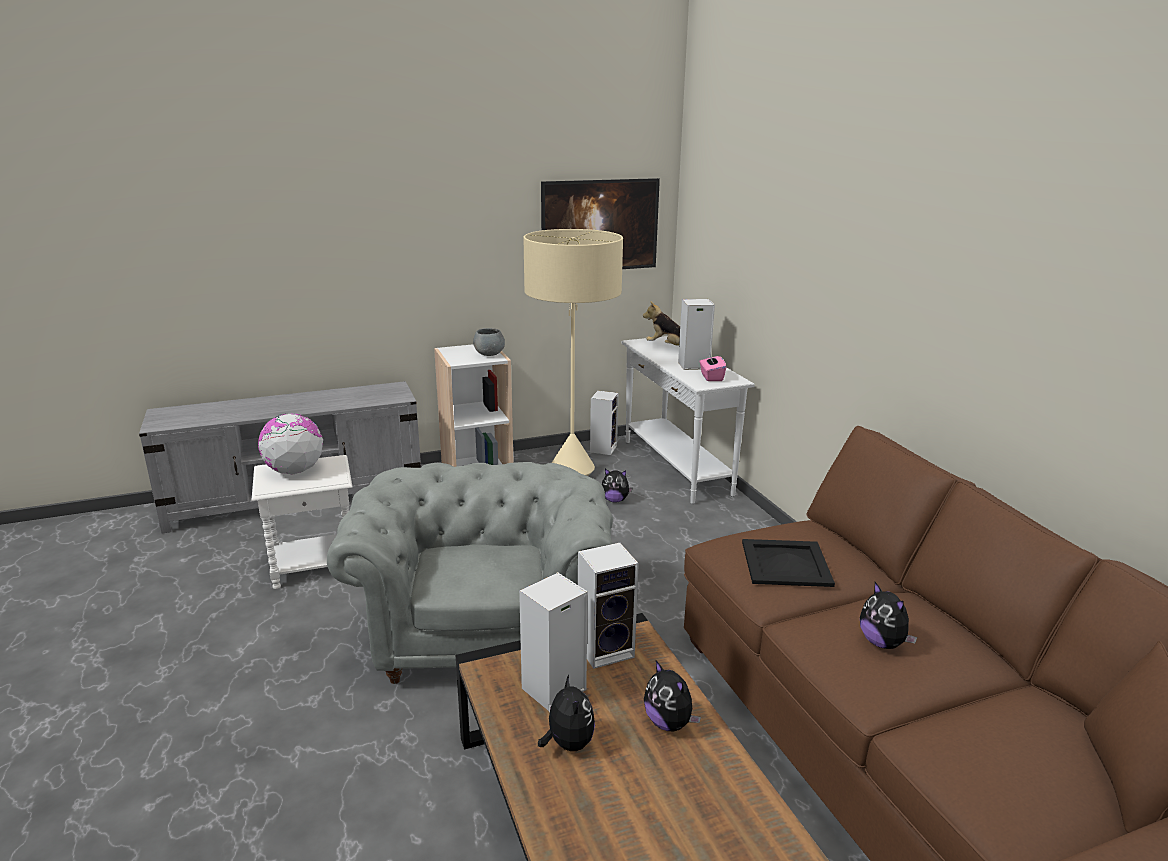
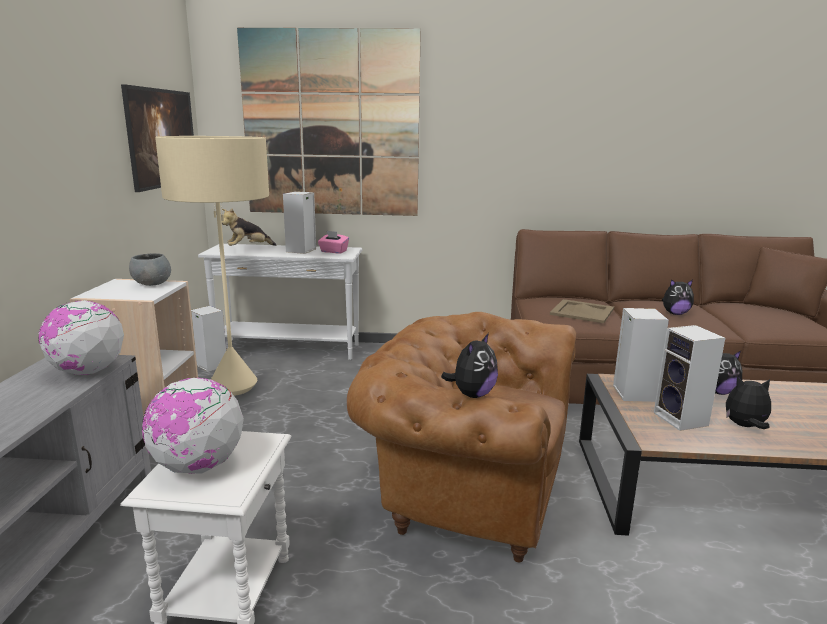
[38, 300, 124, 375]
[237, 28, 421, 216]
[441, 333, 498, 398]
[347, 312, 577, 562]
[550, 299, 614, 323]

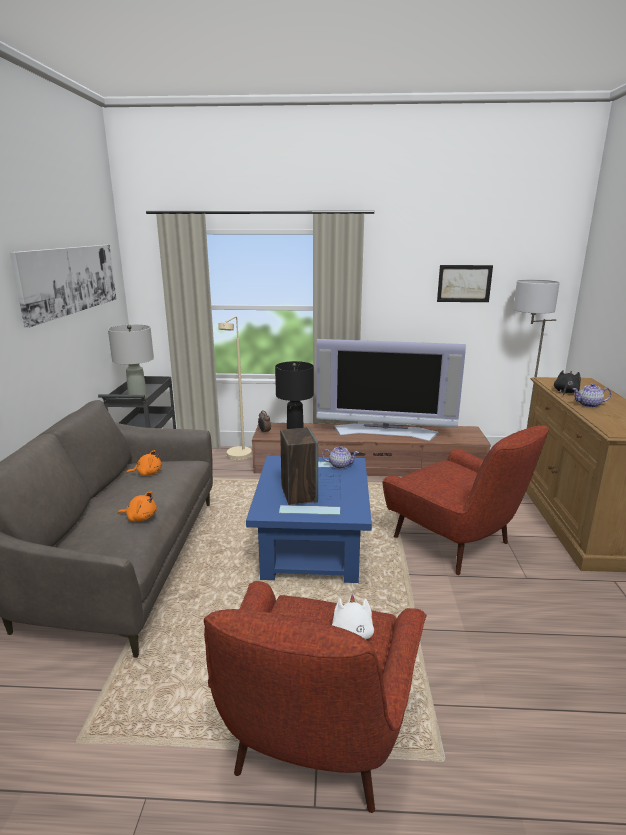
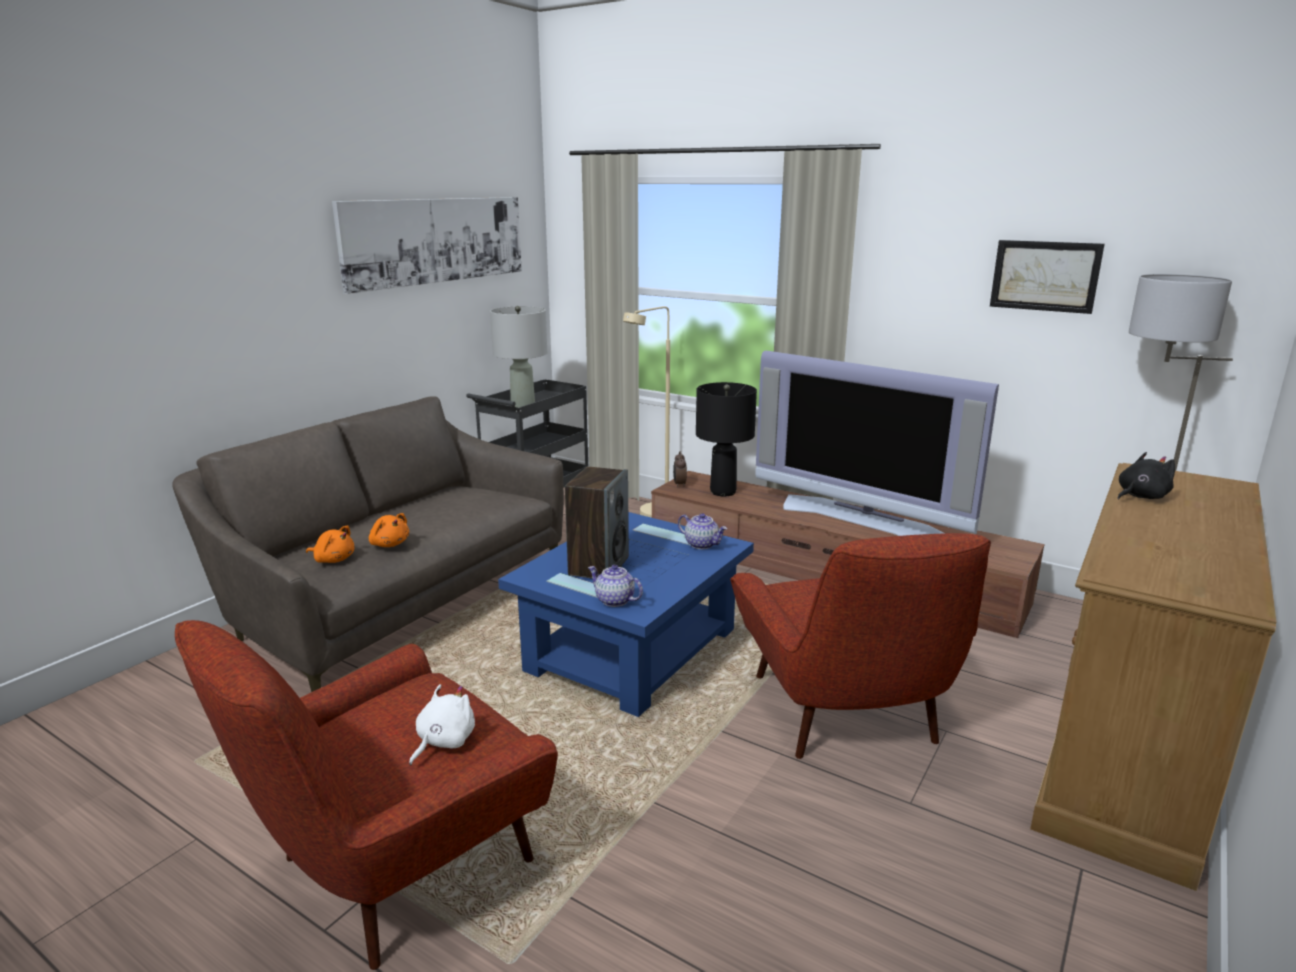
[306, 525, 354, 563]
[588, 565, 643, 607]

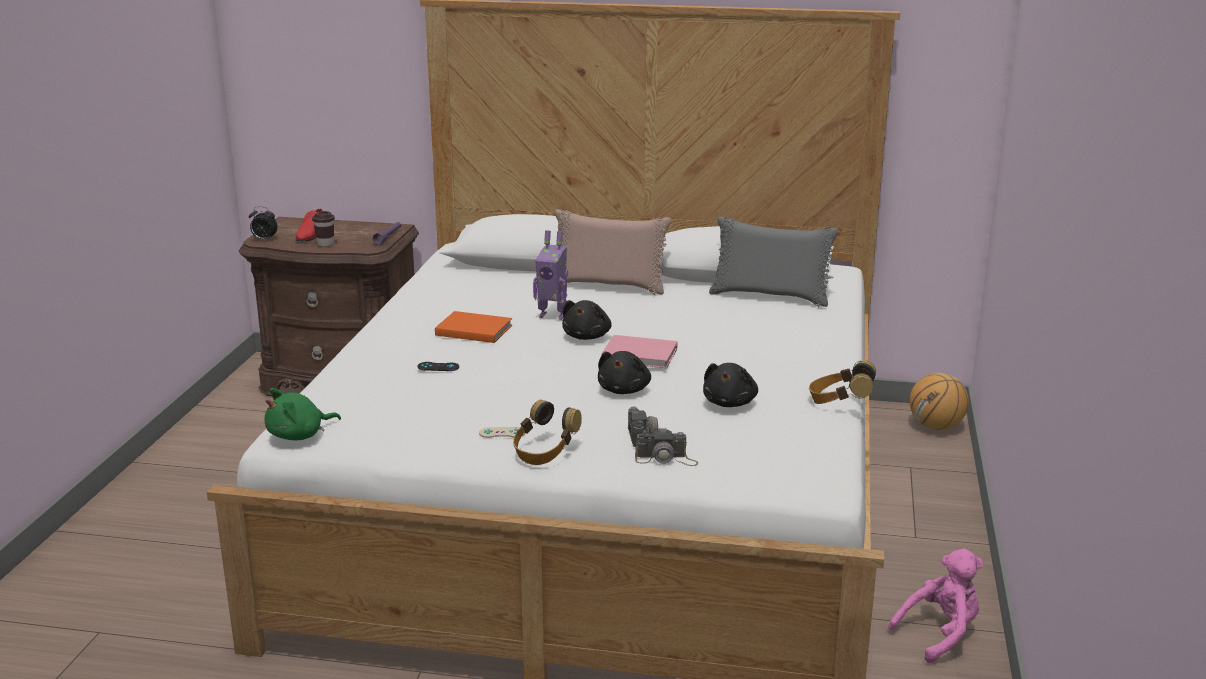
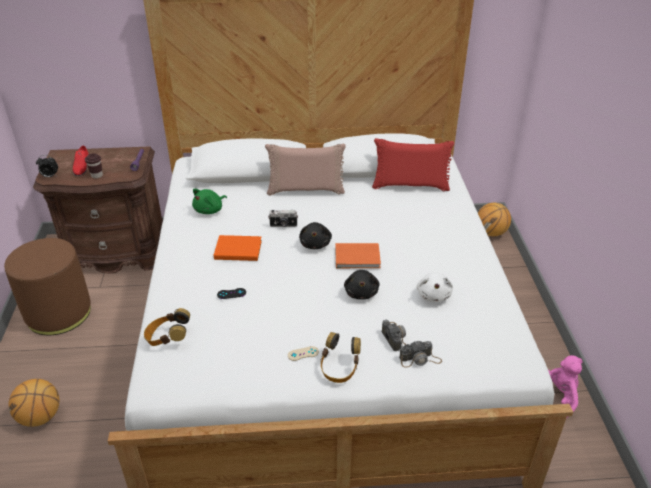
[4, 238, 91, 335]
[9, 379, 60, 427]
[192, 189, 227, 214]
[144, 308, 190, 346]
[268, 210, 298, 227]
[335, 243, 381, 268]
[417, 272, 453, 302]
[372, 138, 454, 192]

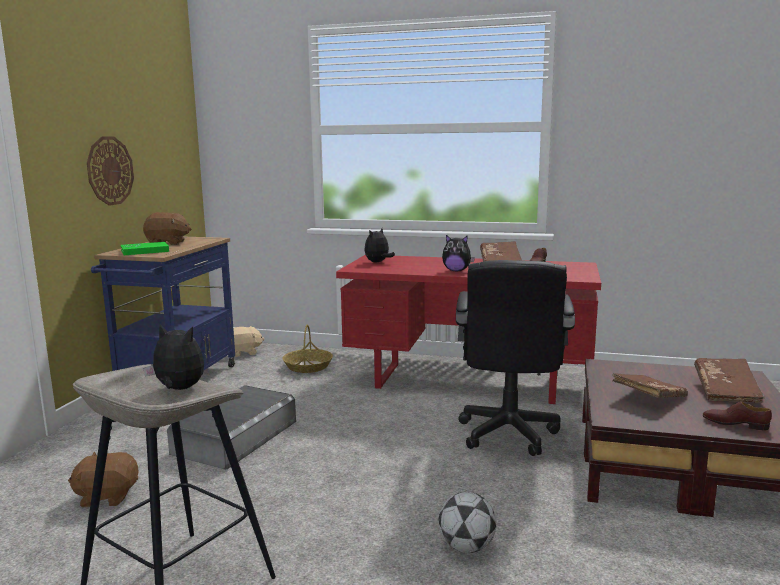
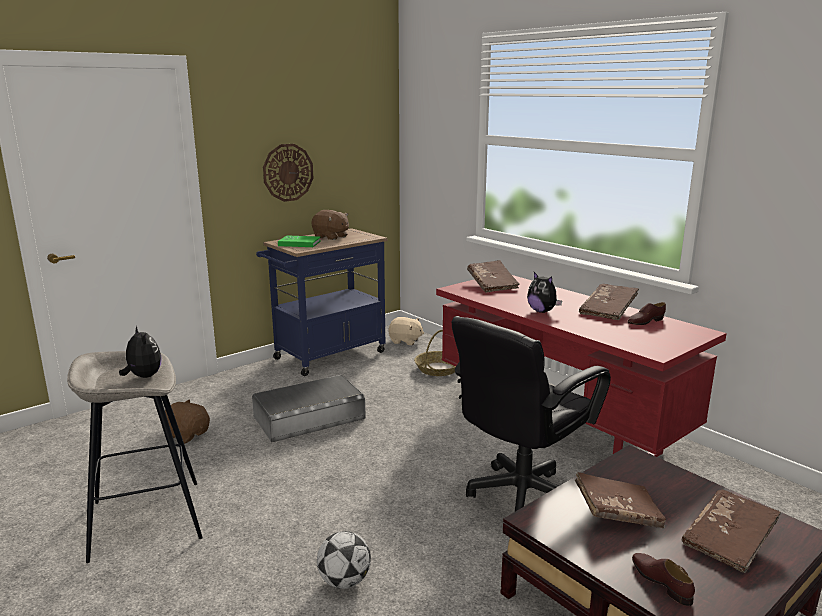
[467, 260, 520, 293]

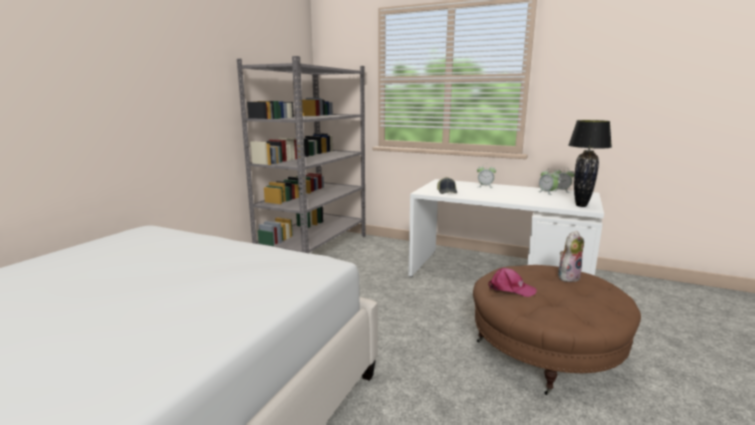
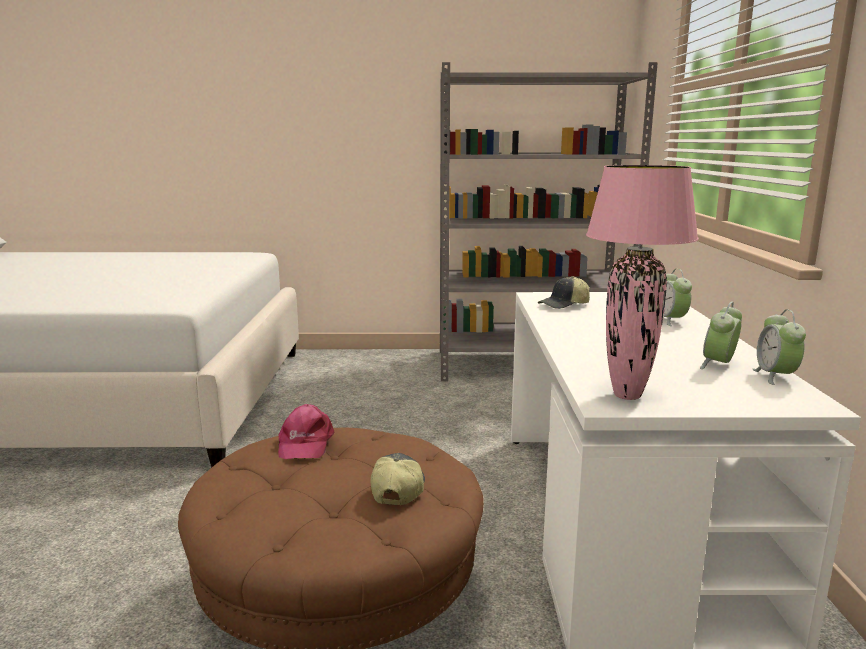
[370, 453, 425, 505]
[586, 165, 699, 400]

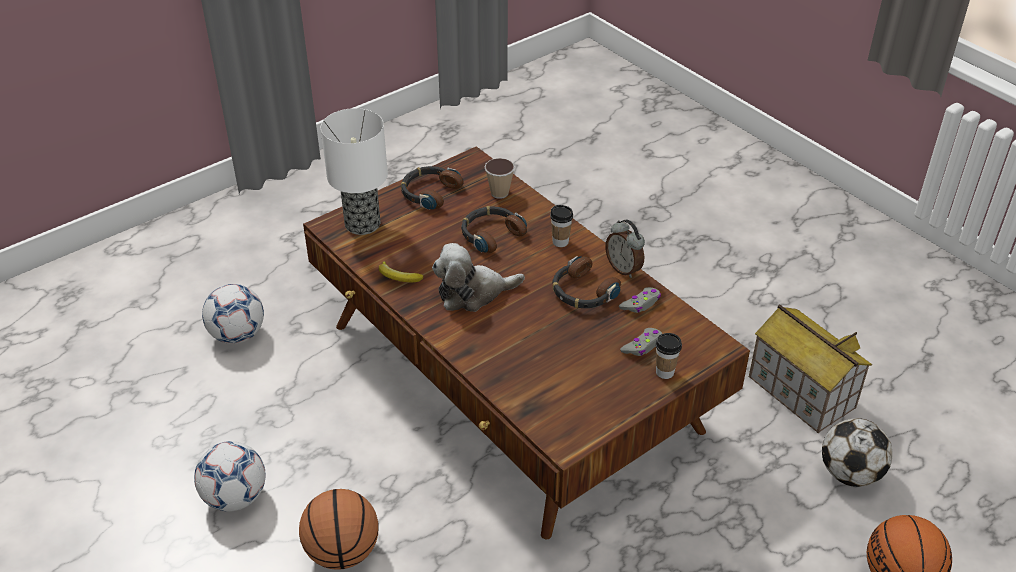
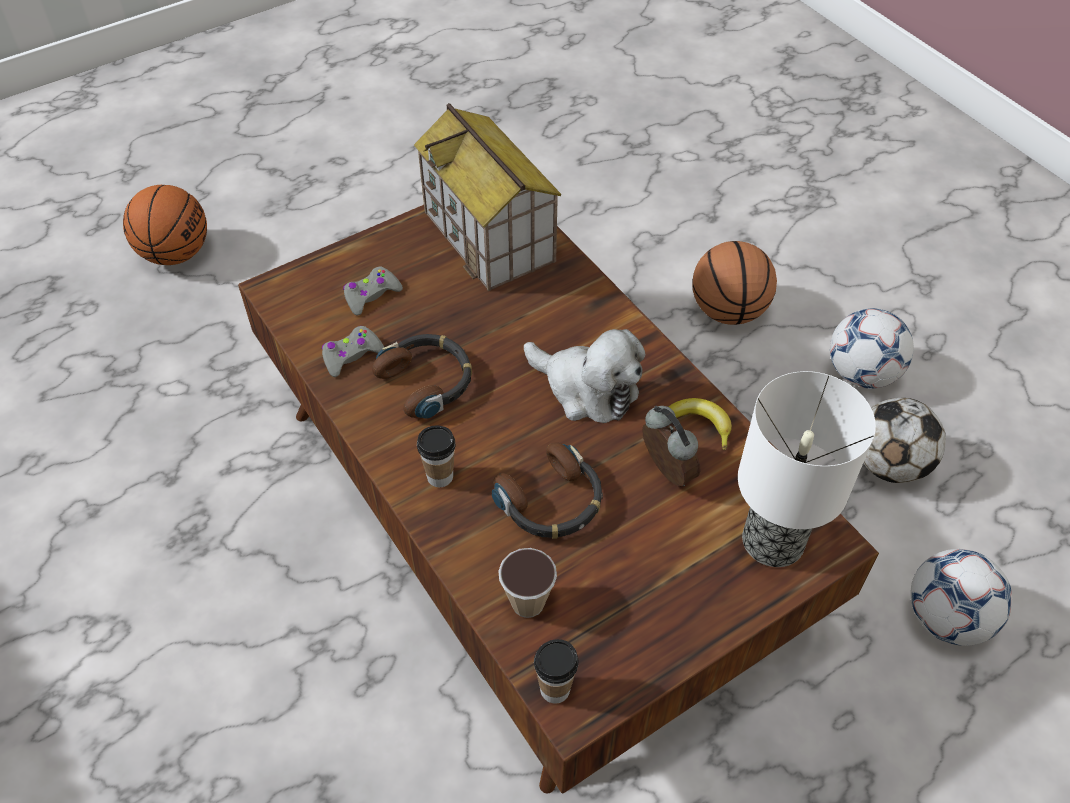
[401, 166, 464, 210] (first image)
[642, 406, 701, 487]
[534, 639, 578, 703]
[414, 103, 561, 291]
[864, 398, 946, 483]
[524, 329, 645, 423]

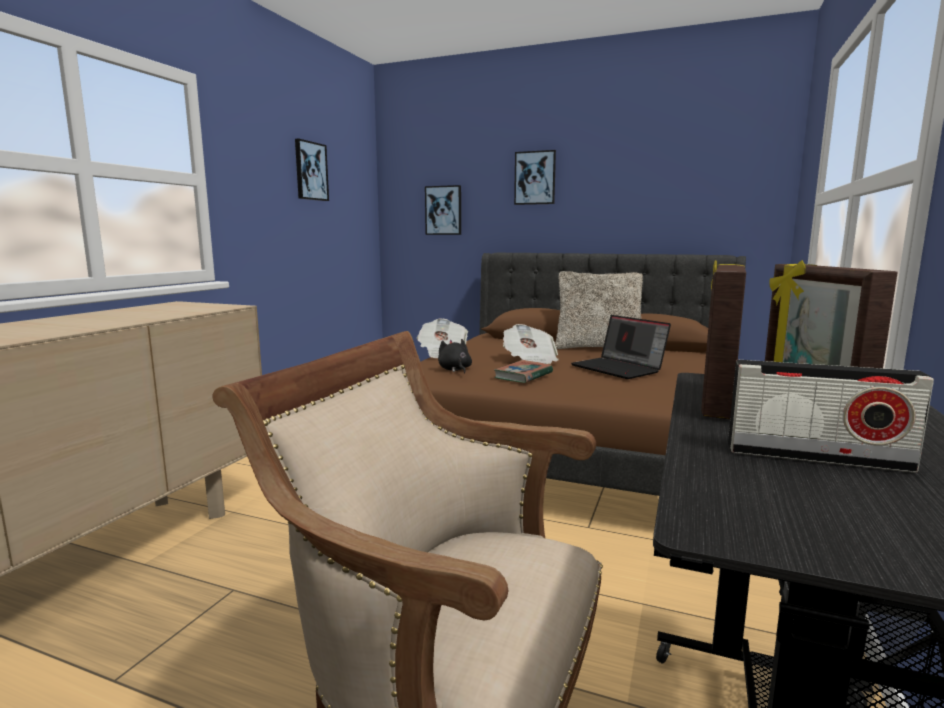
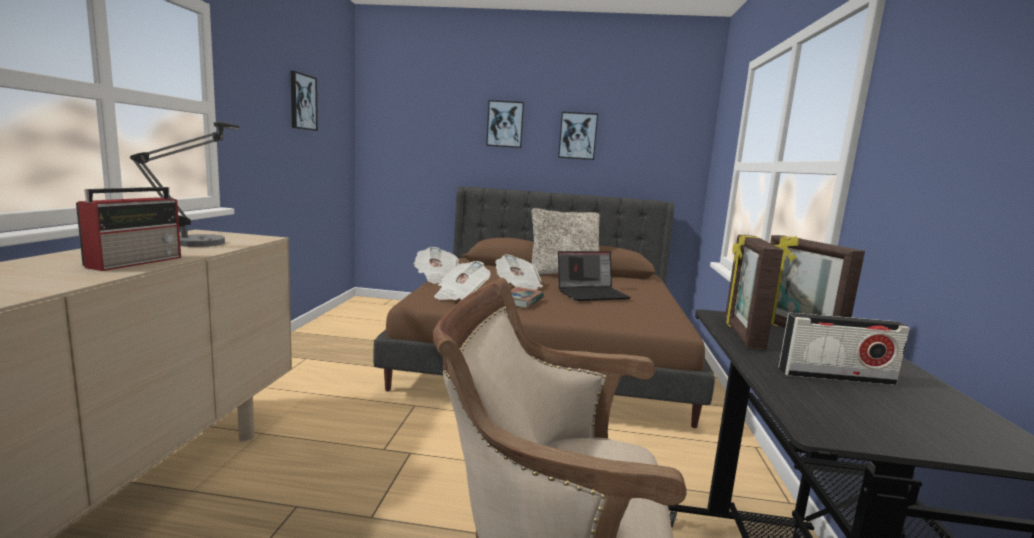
[76, 187, 181, 271]
[130, 121, 239, 247]
[558, 112, 598, 160]
[434, 261, 491, 300]
[558, 251, 631, 301]

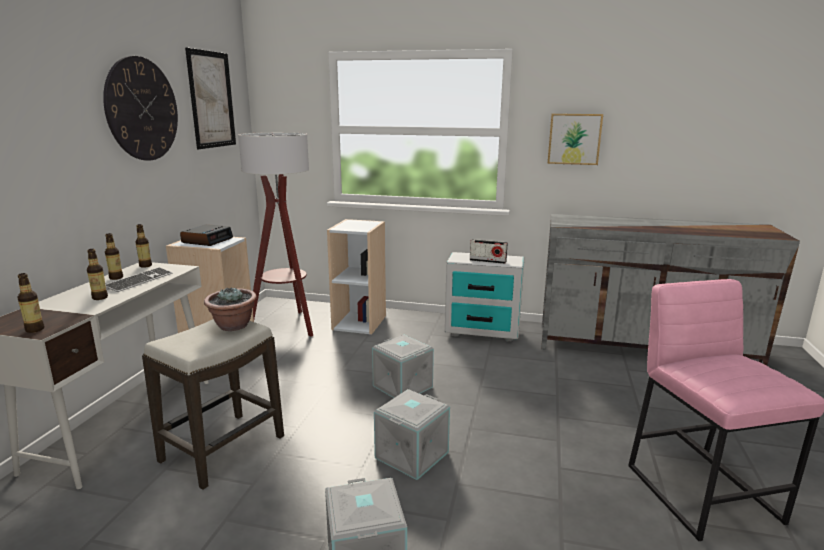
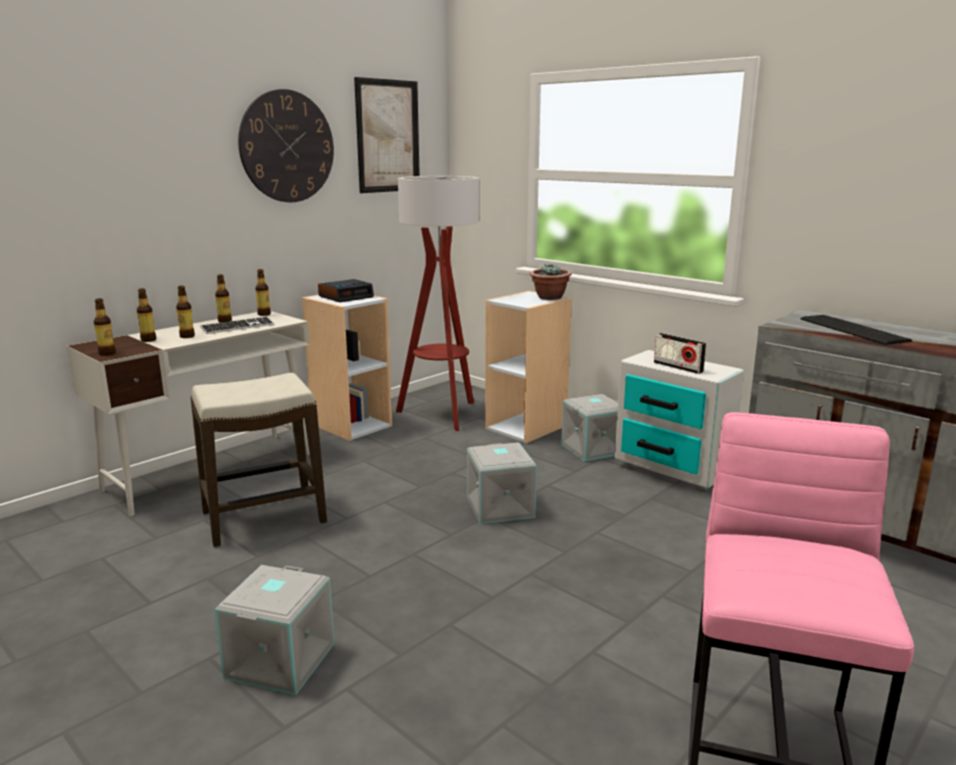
[548, 114, 603, 165] (first image)
[137, 288, 156, 342]
[801, 315, 912, 345]
[530, 264, 572, 300]
[561, 394, 618, 462]

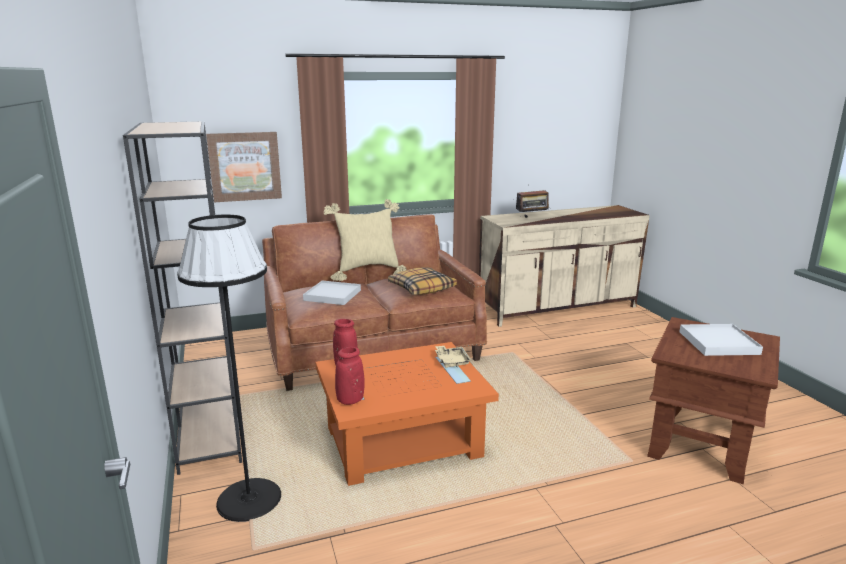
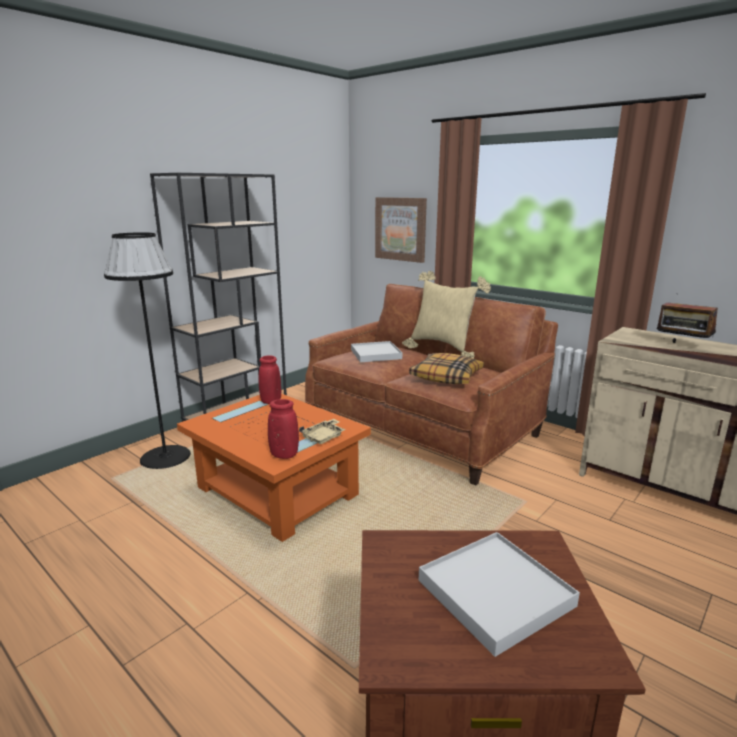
[268, 399, 299, 459]

